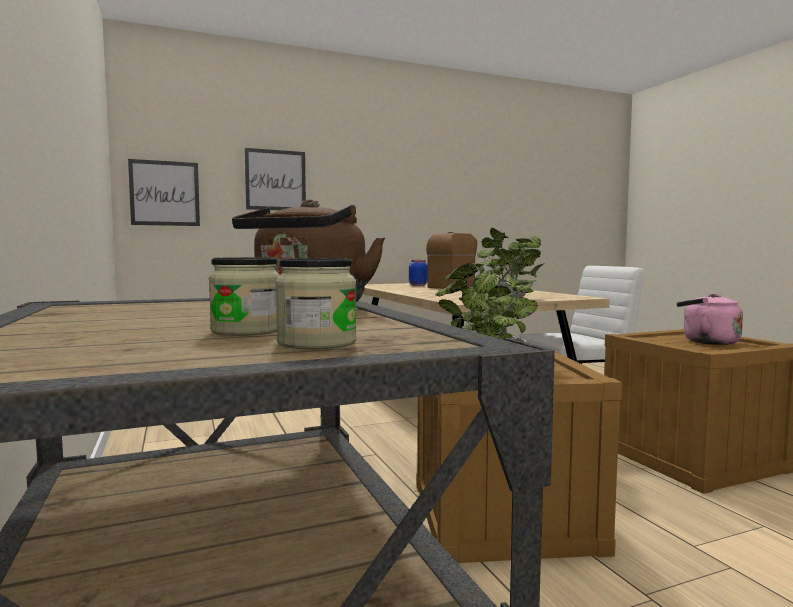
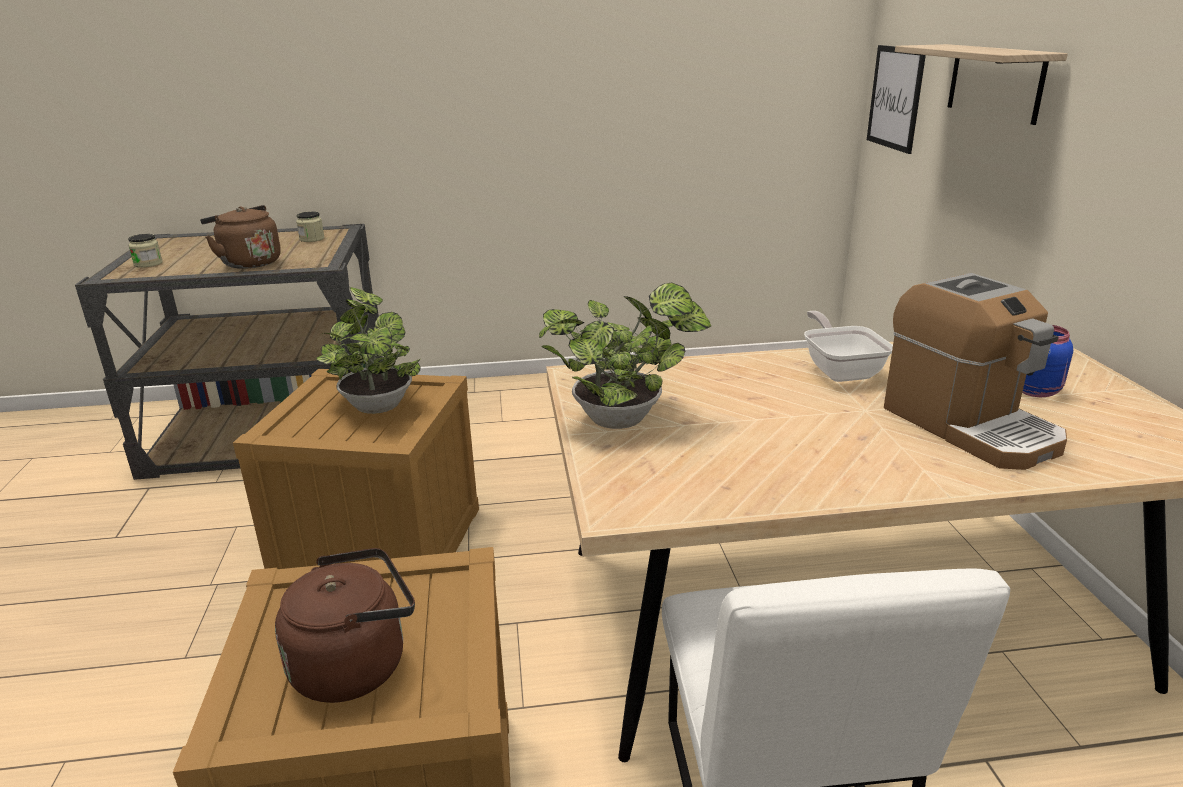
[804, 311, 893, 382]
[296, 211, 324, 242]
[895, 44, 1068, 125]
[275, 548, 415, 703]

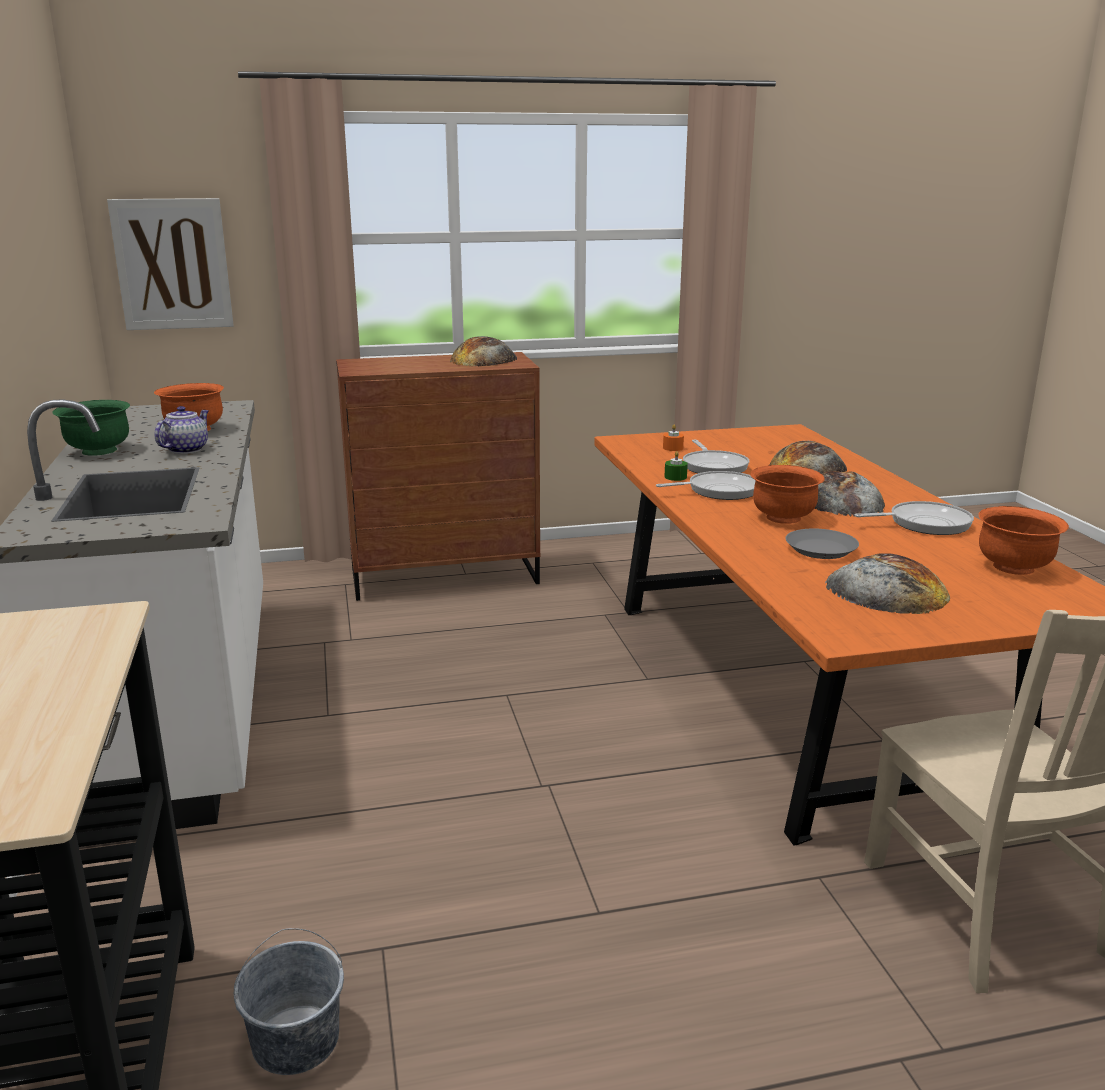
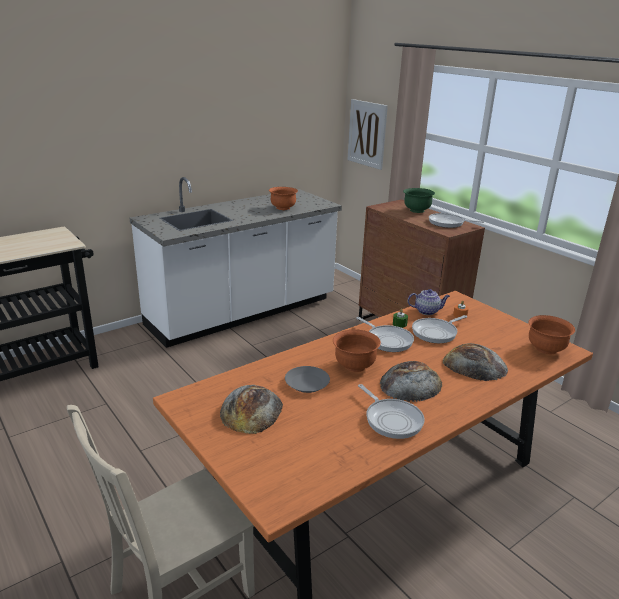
[234, 928, 344, 1075] (first image)
[403, 188, 435, 213]
[408, 289, 450, 315]
[528, 315, 575, 354]
[429, 213, 484, 228]

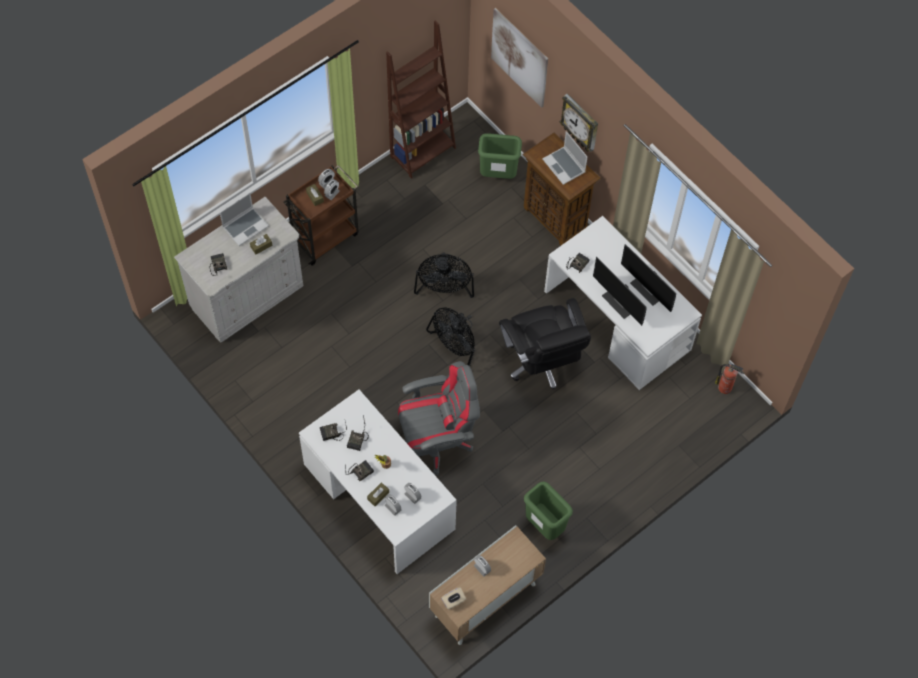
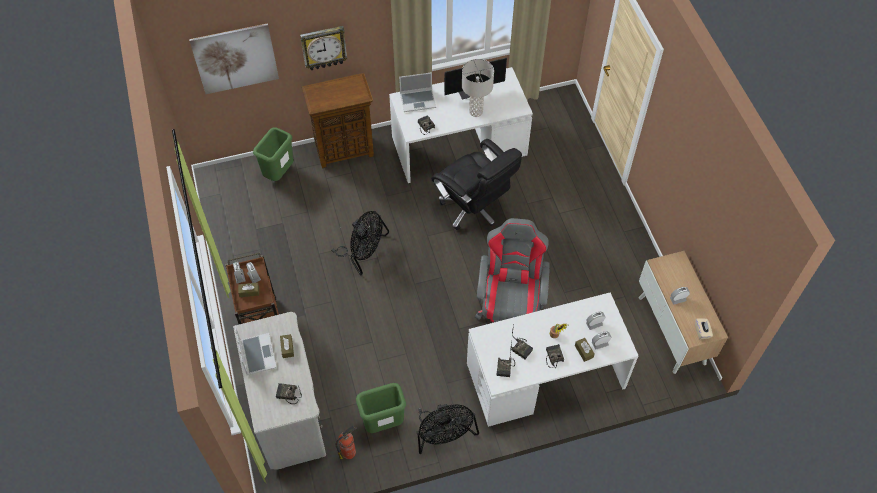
[386, 21, 456, 179] (first image)
[417, 404, 479, 454]
[356, 383, 406, 433]
[399, 72, 436, 112]
[335, 426, 357, 459]
[462, 59, 494, 117]
[432, 139, 522, 230]

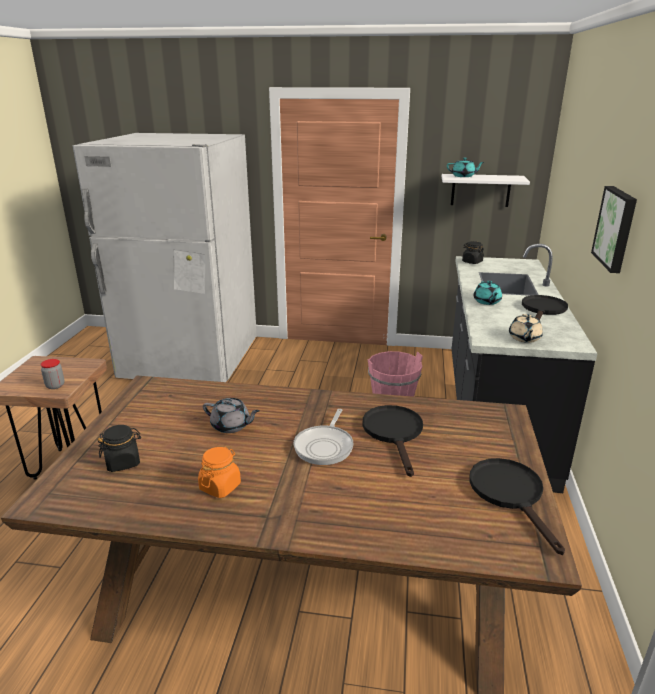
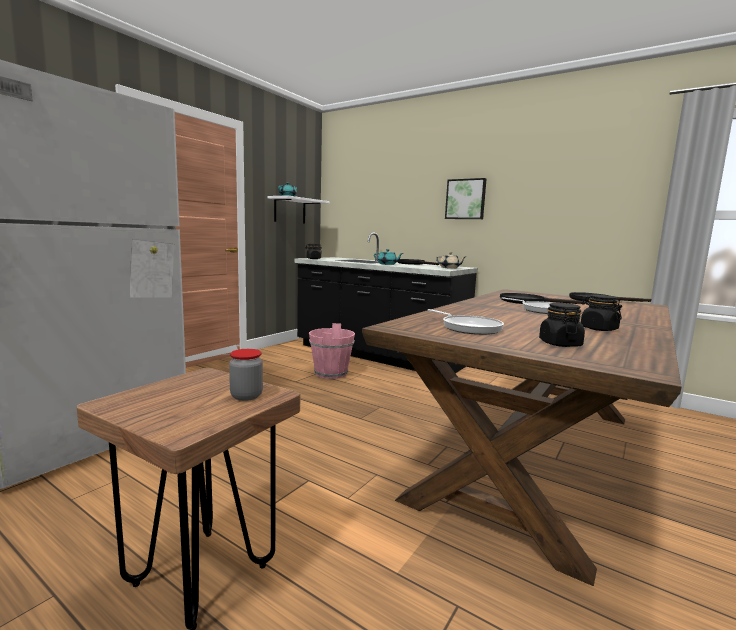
[203, 398, 260, 433] (first image)
[427, 309, 504, 335]
[581, 295, 622, 331]

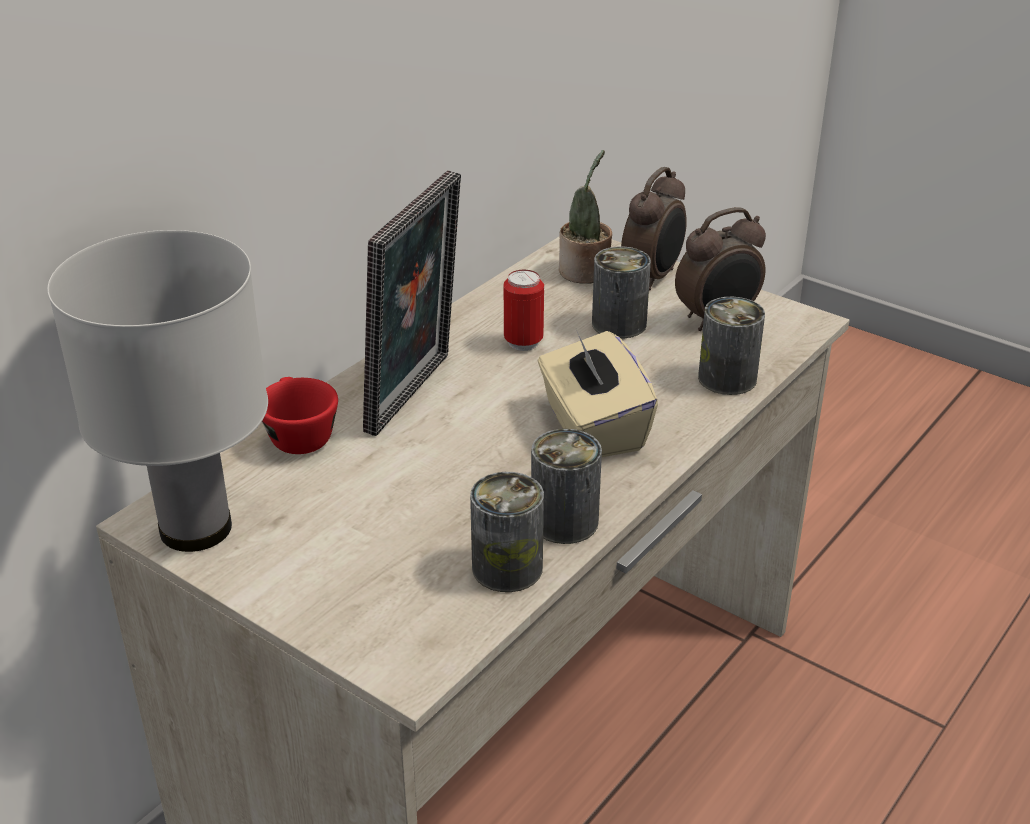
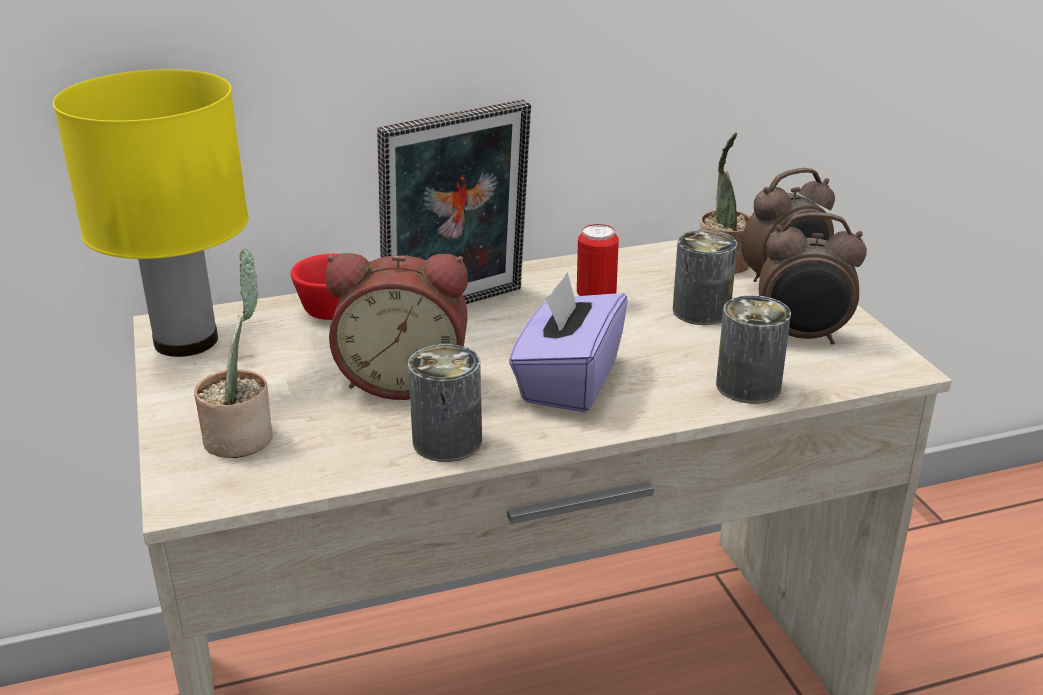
[470, 472, 544, 592] (first image)
[194, 249, 273, 458]
[325, 253, 468, 400]
[53, 69, 248, 357]
[509, 272, 628, 413]

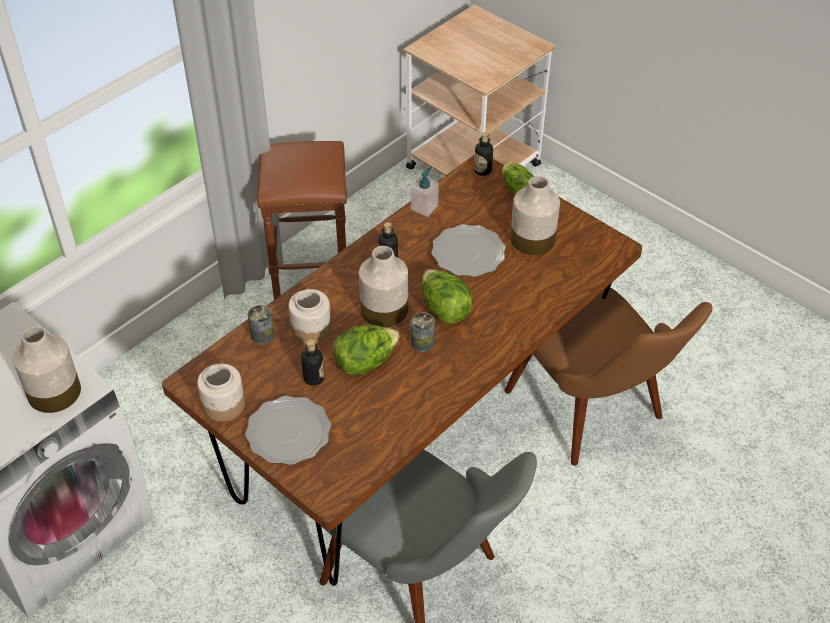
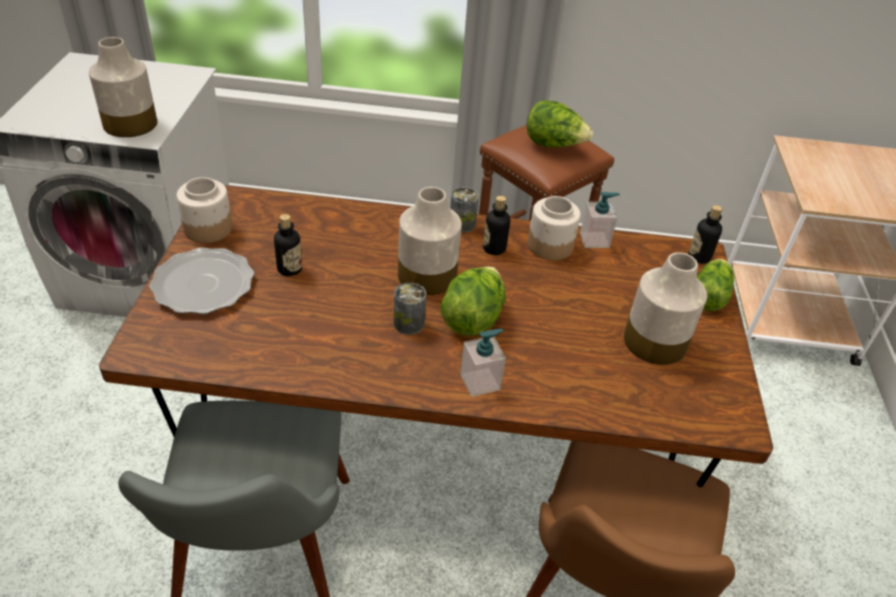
[432, 224, 506, 277] (first image)
[460, 329, 506, 397]
[450, 187, 479, 233]
[527, 196, 581, 260]
[527, 100, 593, 148]

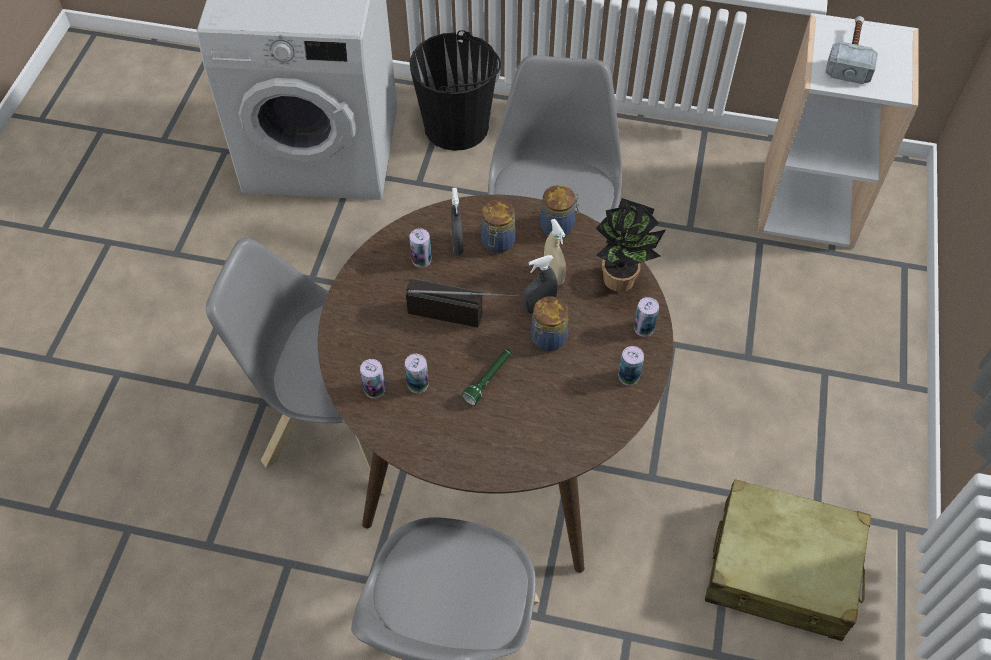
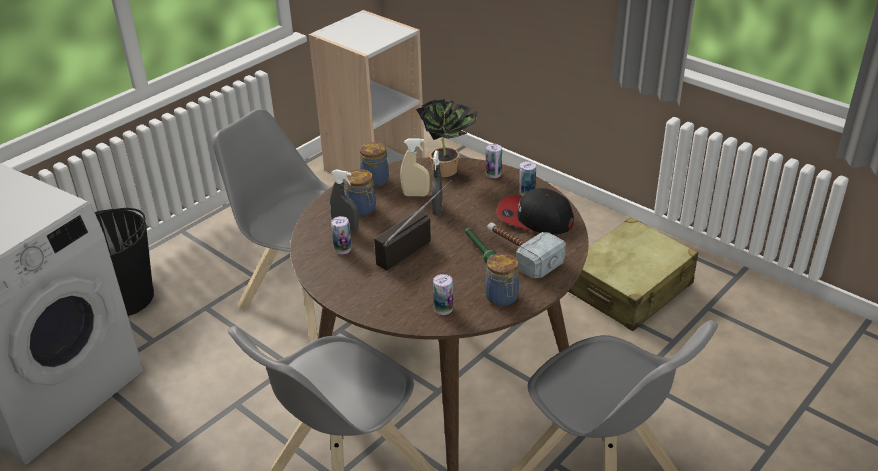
[405, 354, 429, 393] (first image)
[496, 188, 574, 234]
[485, 253, 519, 306]
[488, 222, 566, 279]

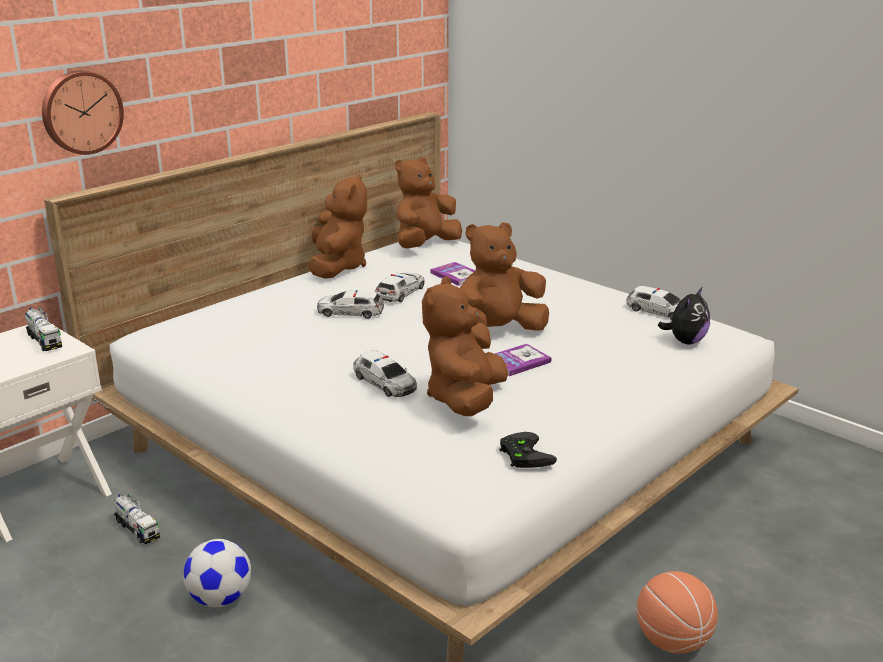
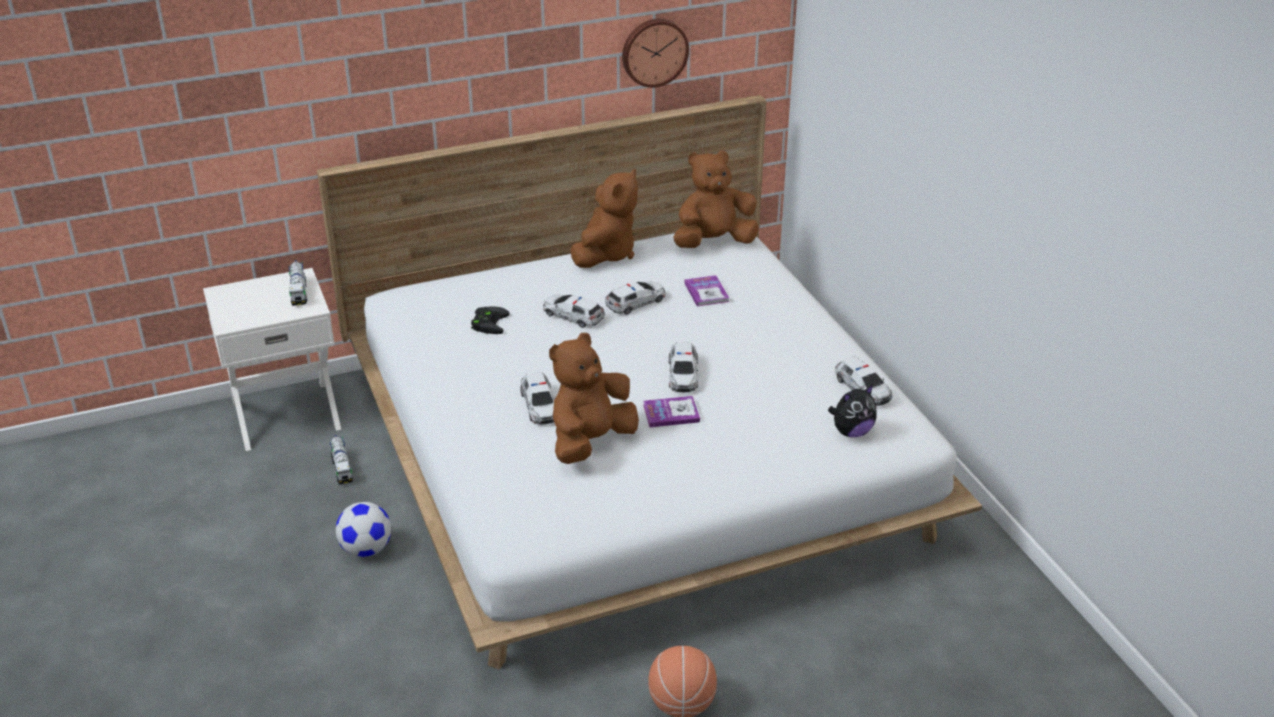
[622, 19, 689, 88]
[471, 306, 509, 334]
[669, 343, 698, 392]

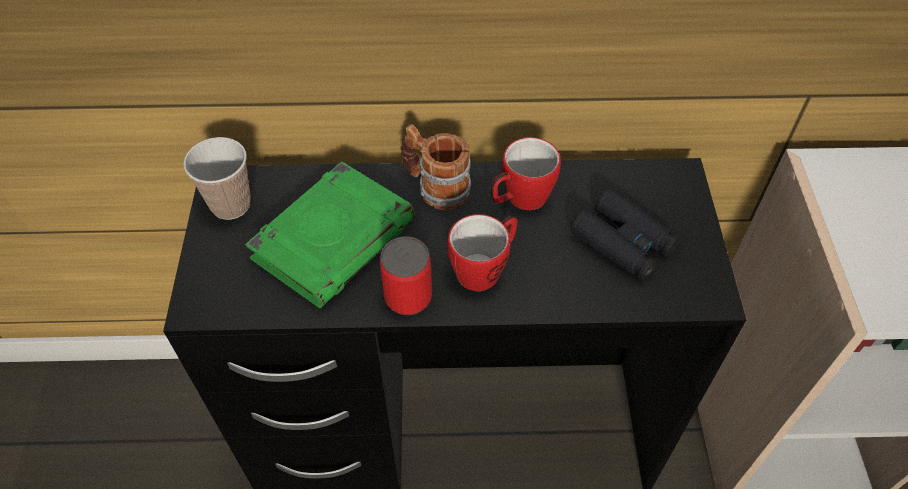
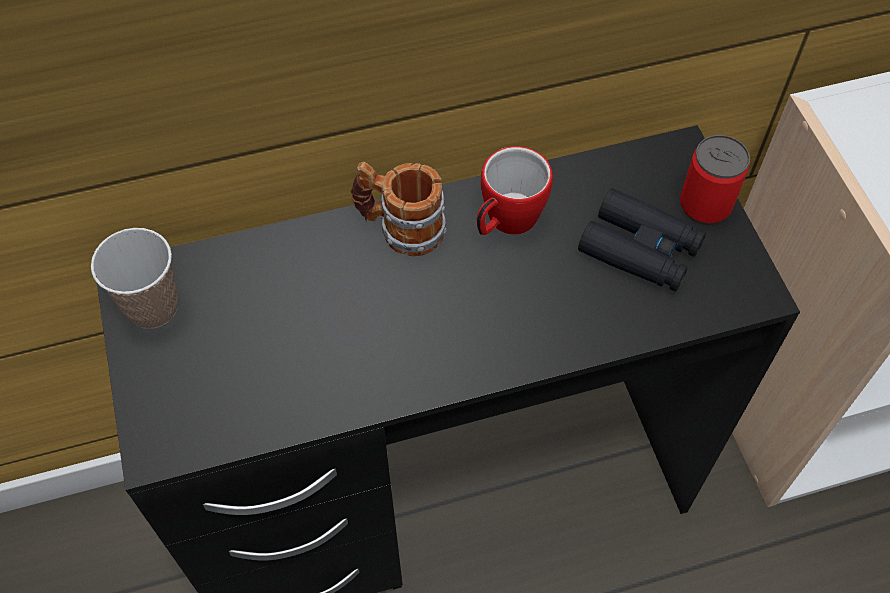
[245, 161, 415, 308] (first image)
[447, 214, 518, 291] (first image)
[680, 135, 750, 225]

